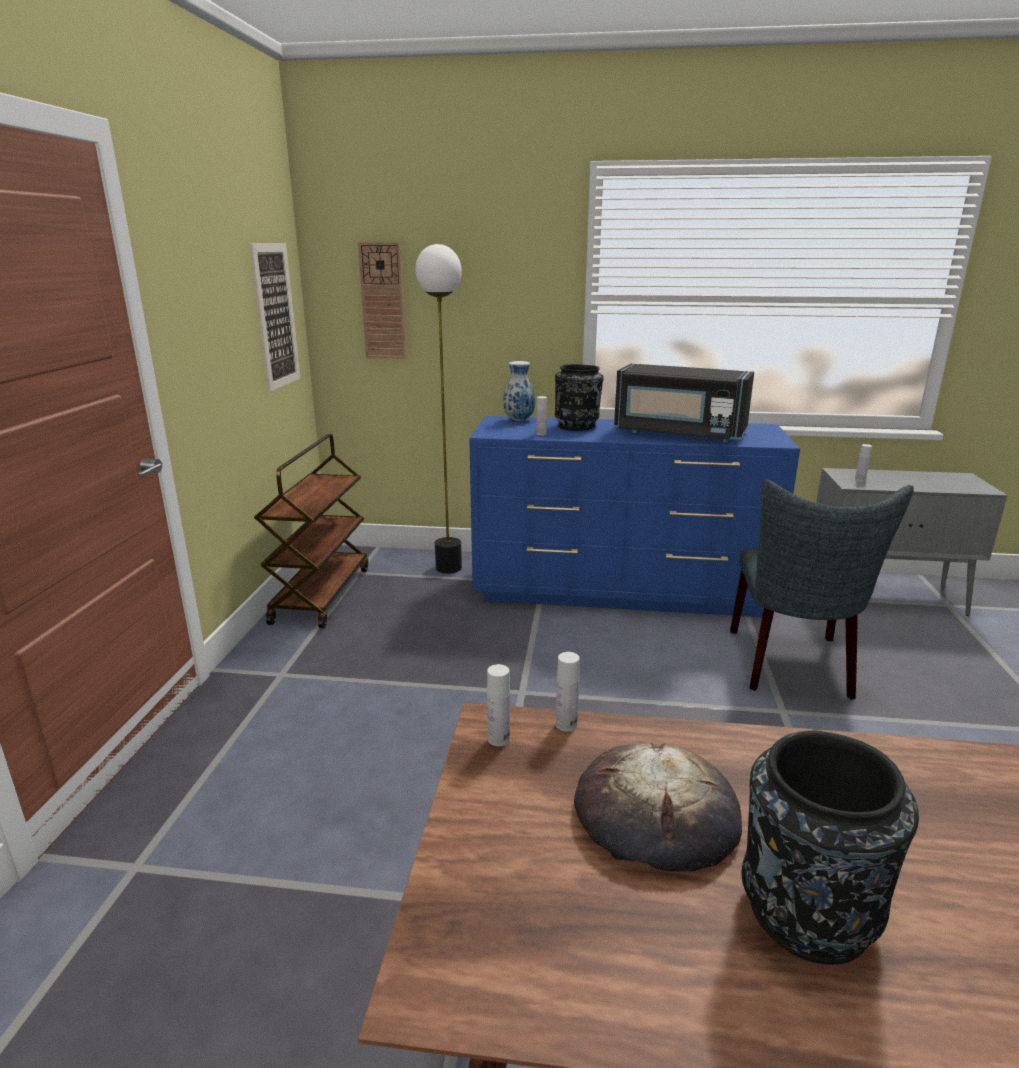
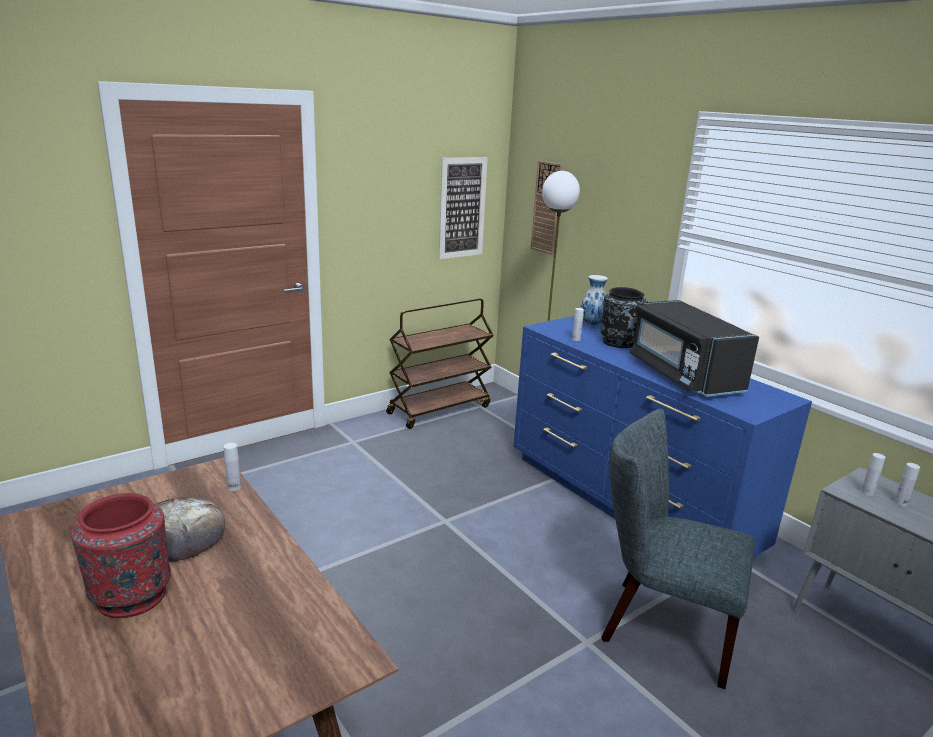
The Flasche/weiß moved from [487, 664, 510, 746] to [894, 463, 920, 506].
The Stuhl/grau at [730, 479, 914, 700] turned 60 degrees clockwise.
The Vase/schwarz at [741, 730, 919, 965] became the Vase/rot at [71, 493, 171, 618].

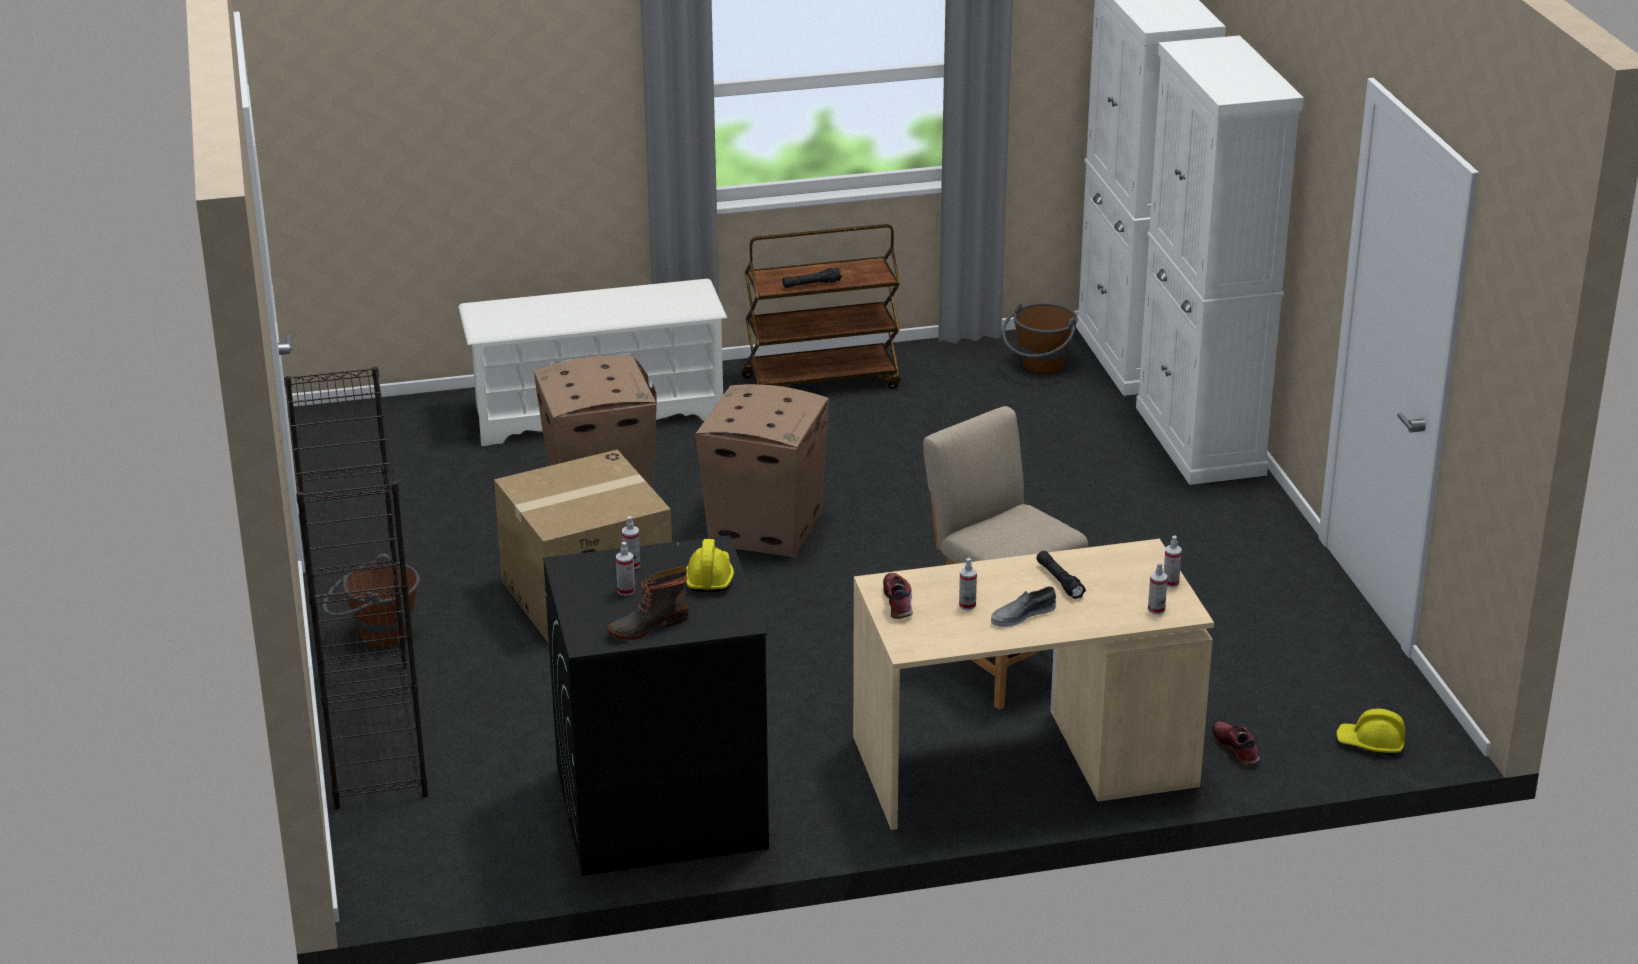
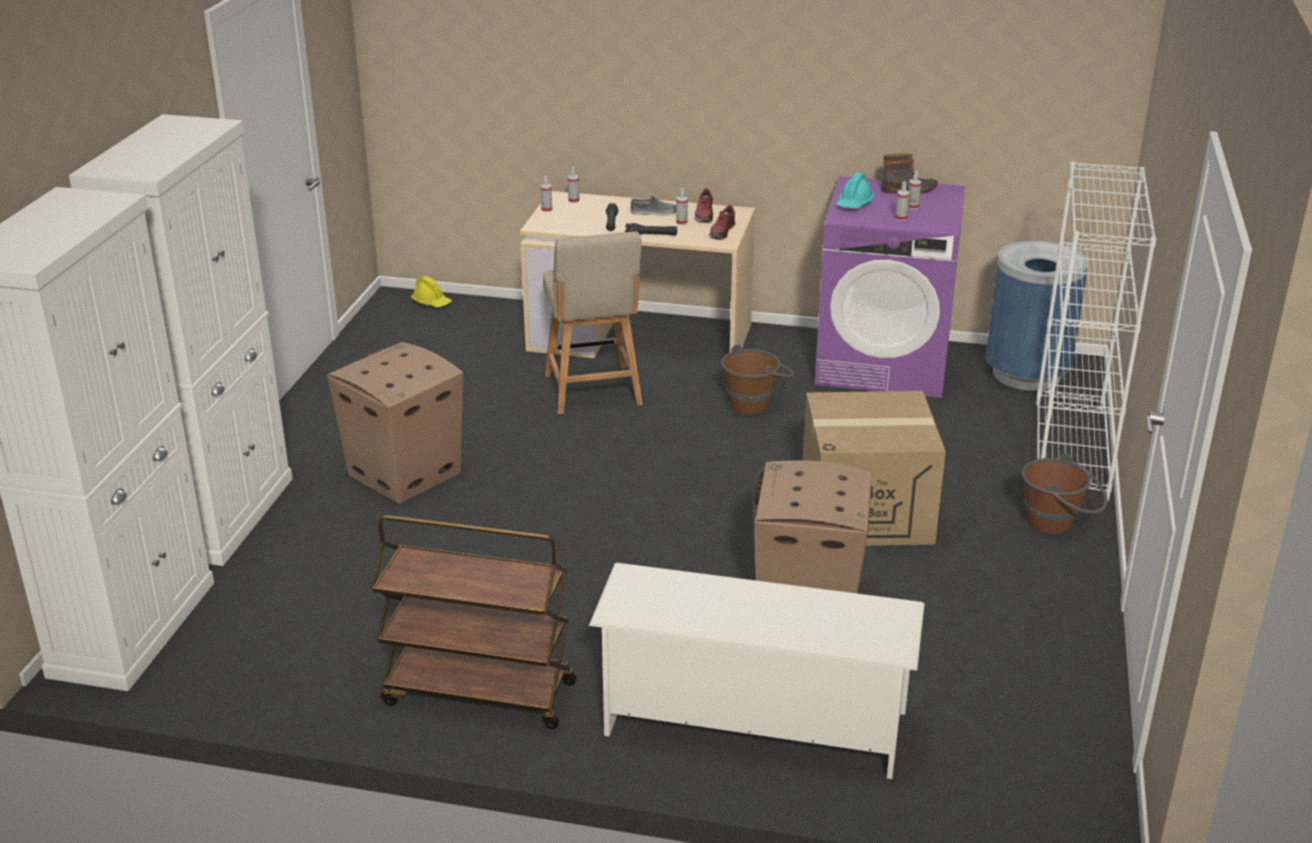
The Bücherregal/schwarz at [284, 367, 428, 809] became the Bücherregal/weiß at [1036, 162, 1156, 501].
The Waschmaschine/schwarz at [543, 535, 769, 876] became the Waschmaschine/lila at [815, 176, 965, 398].
The Schutzhelm/gelb at [686, 539, 734, 592] became the Schutzhelm/türkis at [836, 173, 874, 209].
The Karton moved from [695, 384, 829, 558] to [327, 342, 463, 504].
The Taschenlampe/schwarz moved from [783, 268, 842, 288] to [625, 223, 677, 236].
The Eimer/braun moved from [1002, 303, 1078, 374] to [721, 344, 794, 415].
The Schuh moved from [1212, 721, 1261, 766] to [694, 188, 713, 223].
The Mülleimer/blau at [986, 241, 1089, 391] appeared.

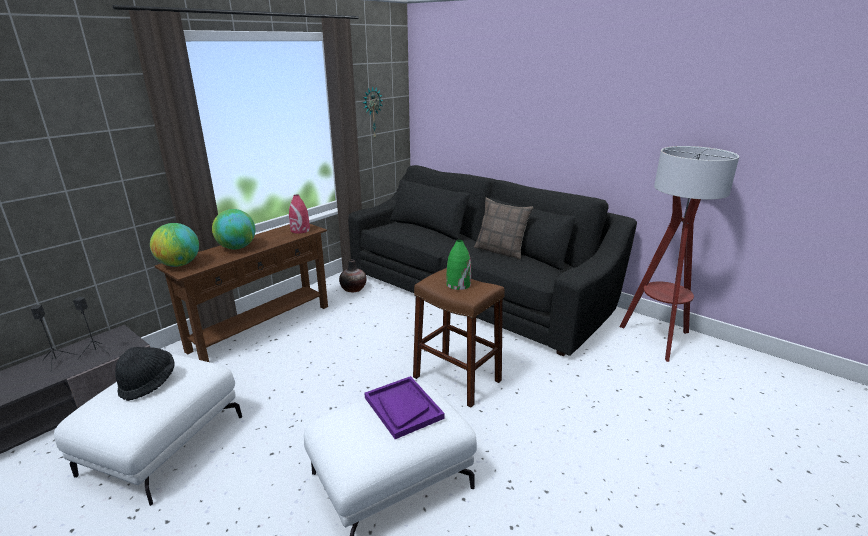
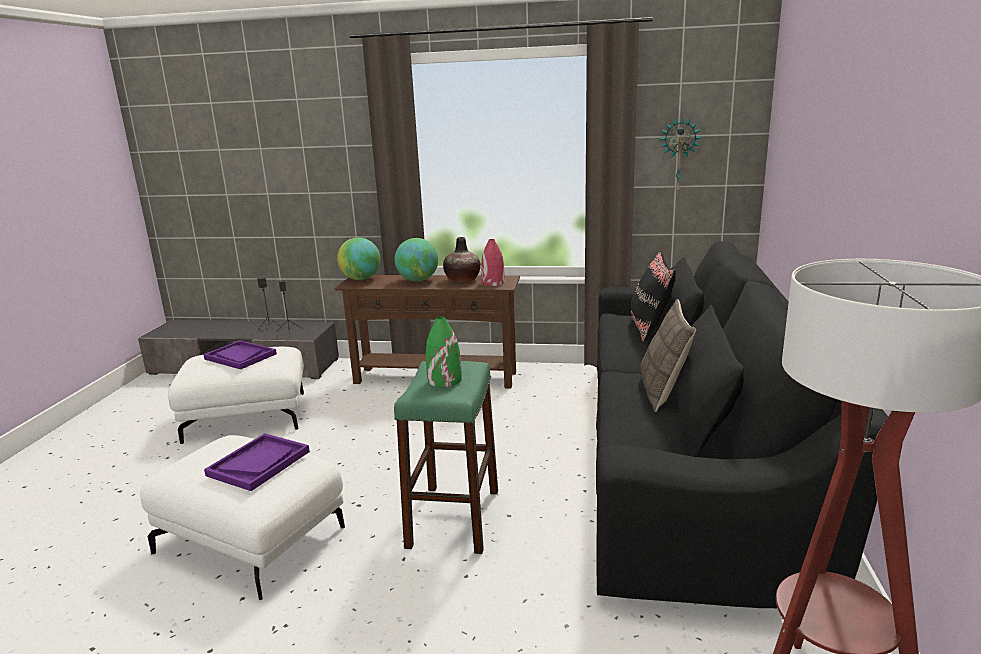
The Hut/schwarz at [115, 347, 175, 401] was replaced by the Tablett/lila at [203, 340, 277, 369].
The Vase moved from [339, 259, 366, 292] to [443, 237, 481, 283].
The Hocker/braun at [413, 268, 505, 407] became the Hocker/grün at [394, 361, 498, 554].
The Kissen/schwarz at [631, 251, 676, 342] appeared.

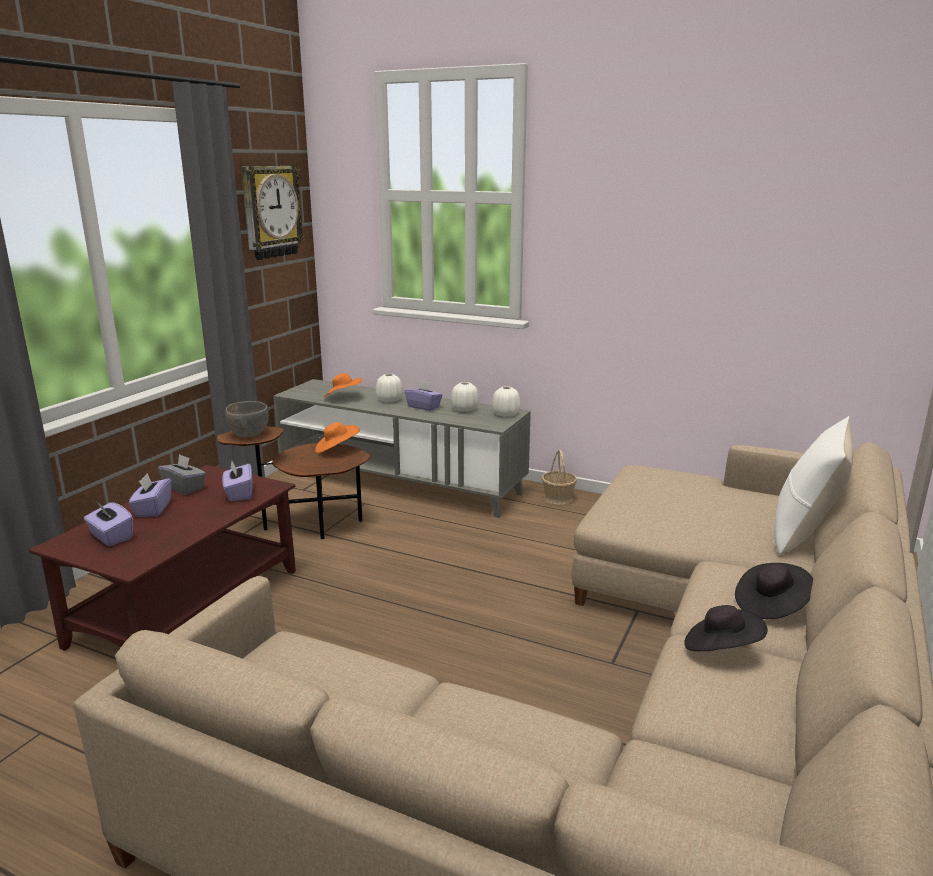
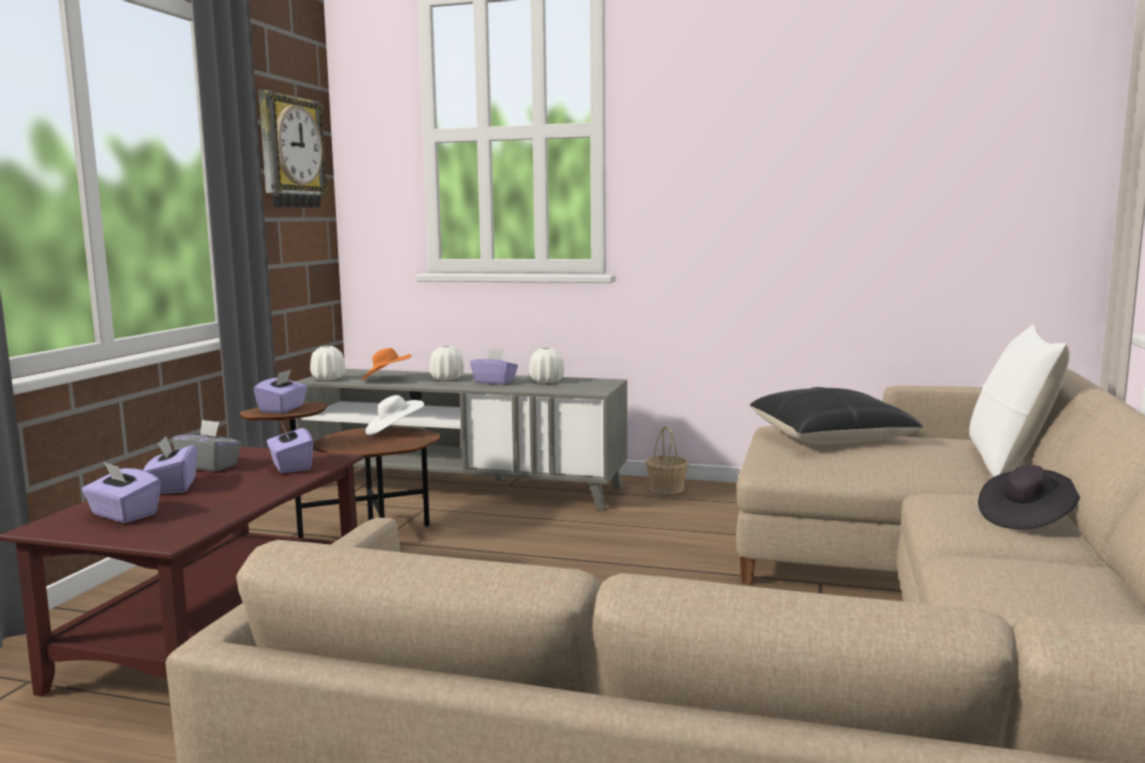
The Schüssel/grau at [225, 401, 269, 438] was replaced by the Taschentuchbox/lila at [254, 370, 308, 413].
The Hut/orange at [315, 422, 360, 453] became the Hut/weiß at [366, 395, 424, 435].
The Vase/weiß moved from [492, 386, 520, 417] to [310, 346, 346, 380].
The Hut/schwarz at [684, 605, 768, 651] disappeared.
The Kissen/schwarz at [750, 387, 924, 445] appeared.

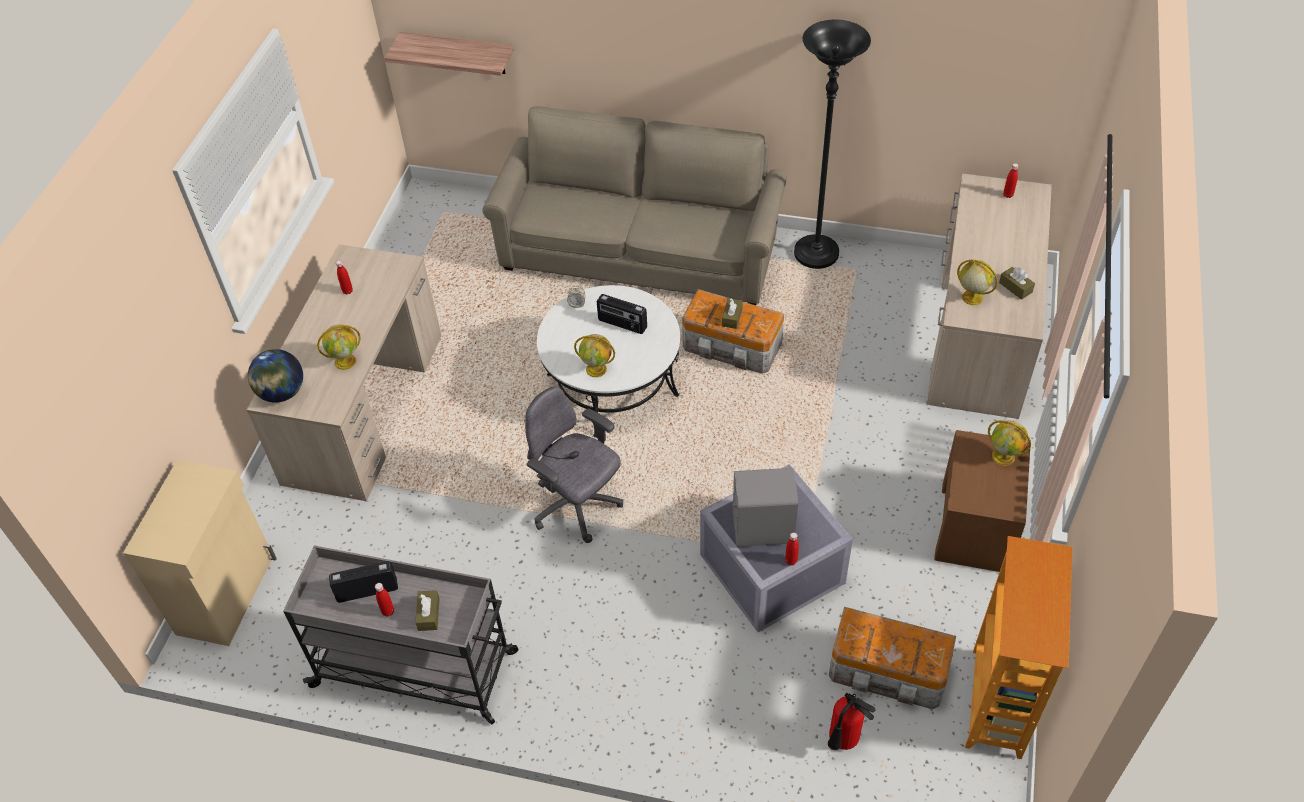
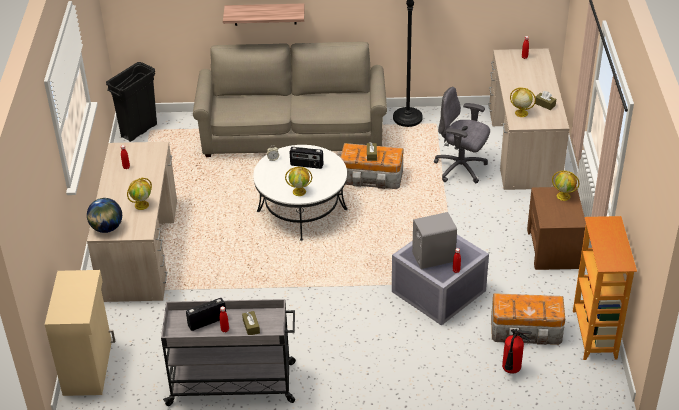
The Wandregal moved from [384, 32, 514, 76] to [223, 3, 305, 26].
The Bürostuhl/grau moved from [525, 386, 623, 543] to [434, 87, 490, 183].
The Mülleimer/schwarz at [106, 62, 157, 142] appeared.

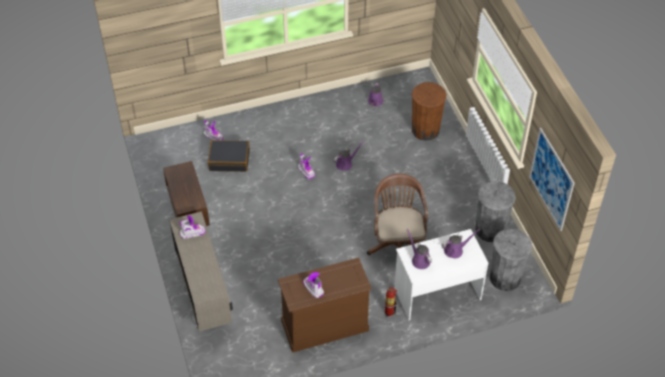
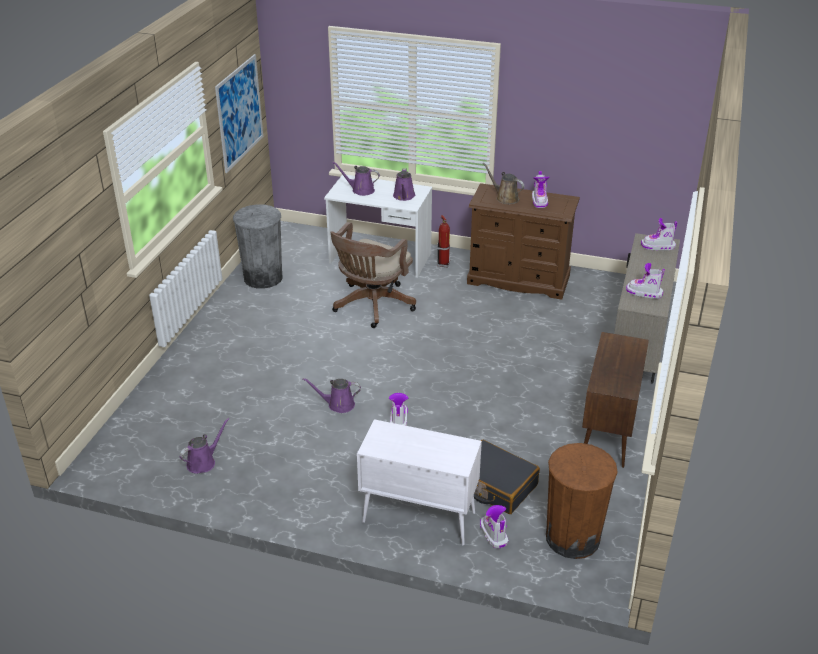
The Mülleimer/braun moved from [412, 82, 447, 141] to [546, 443, 618, 559].
The Mülleimer/grau at [490, 229, 532, 291] disappeared.
The Schrank/weiß at [357, 419, 482, 546] appeared.
The Gießkanne/braun at [483, 162, 524, 204] appeared.
The Stiefel at [641, 218, 677, 250] appeared.

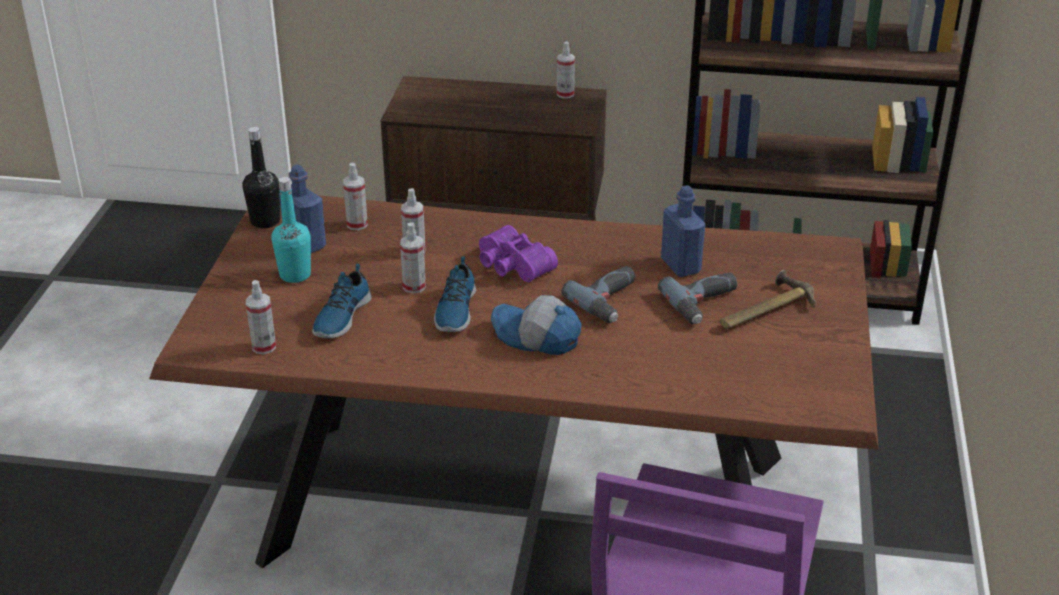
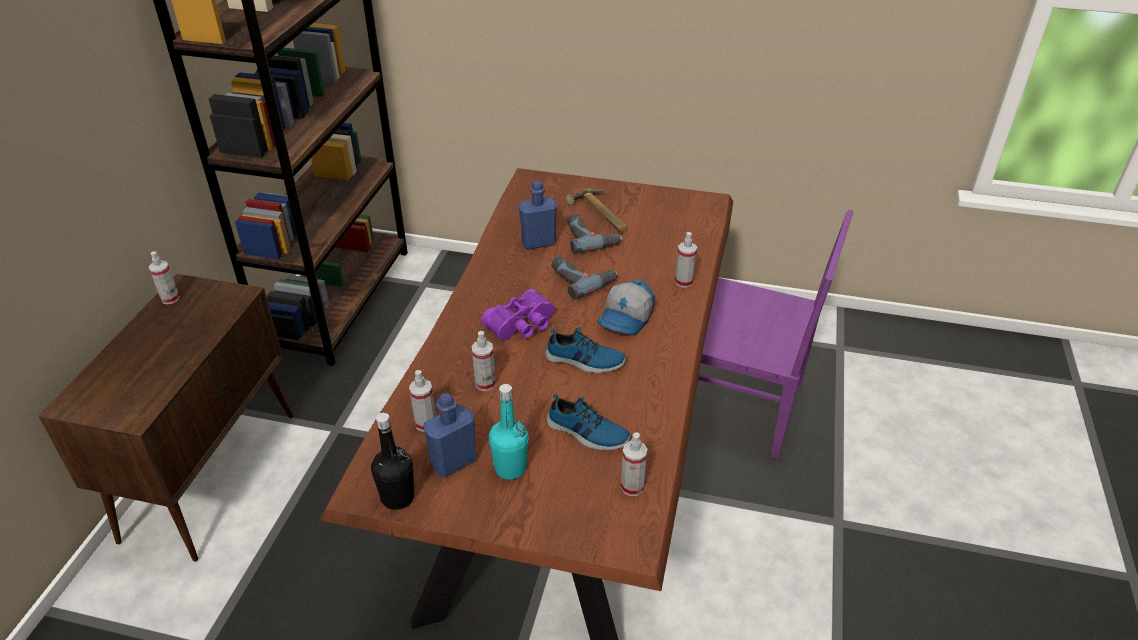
The Sprühflasche moved from [400, 222, 426, 293] to [675, 232, 697, 288].

